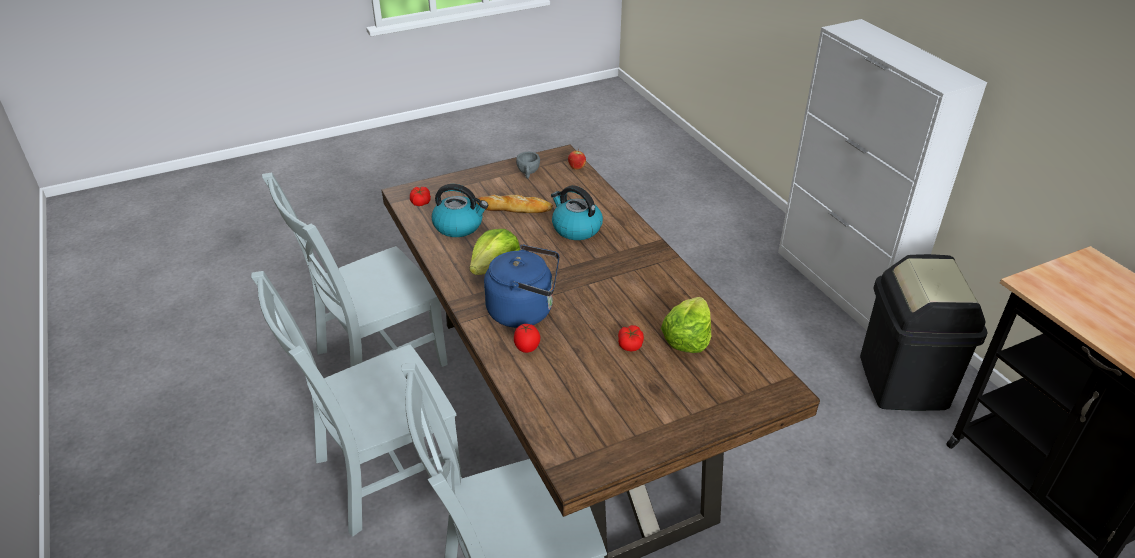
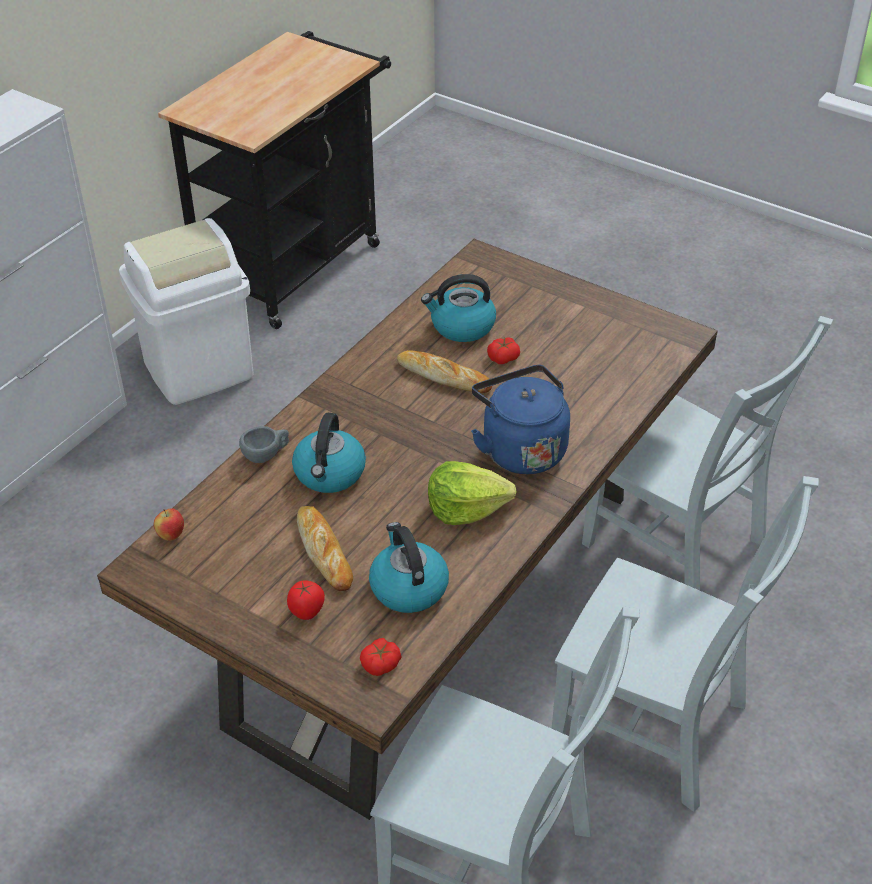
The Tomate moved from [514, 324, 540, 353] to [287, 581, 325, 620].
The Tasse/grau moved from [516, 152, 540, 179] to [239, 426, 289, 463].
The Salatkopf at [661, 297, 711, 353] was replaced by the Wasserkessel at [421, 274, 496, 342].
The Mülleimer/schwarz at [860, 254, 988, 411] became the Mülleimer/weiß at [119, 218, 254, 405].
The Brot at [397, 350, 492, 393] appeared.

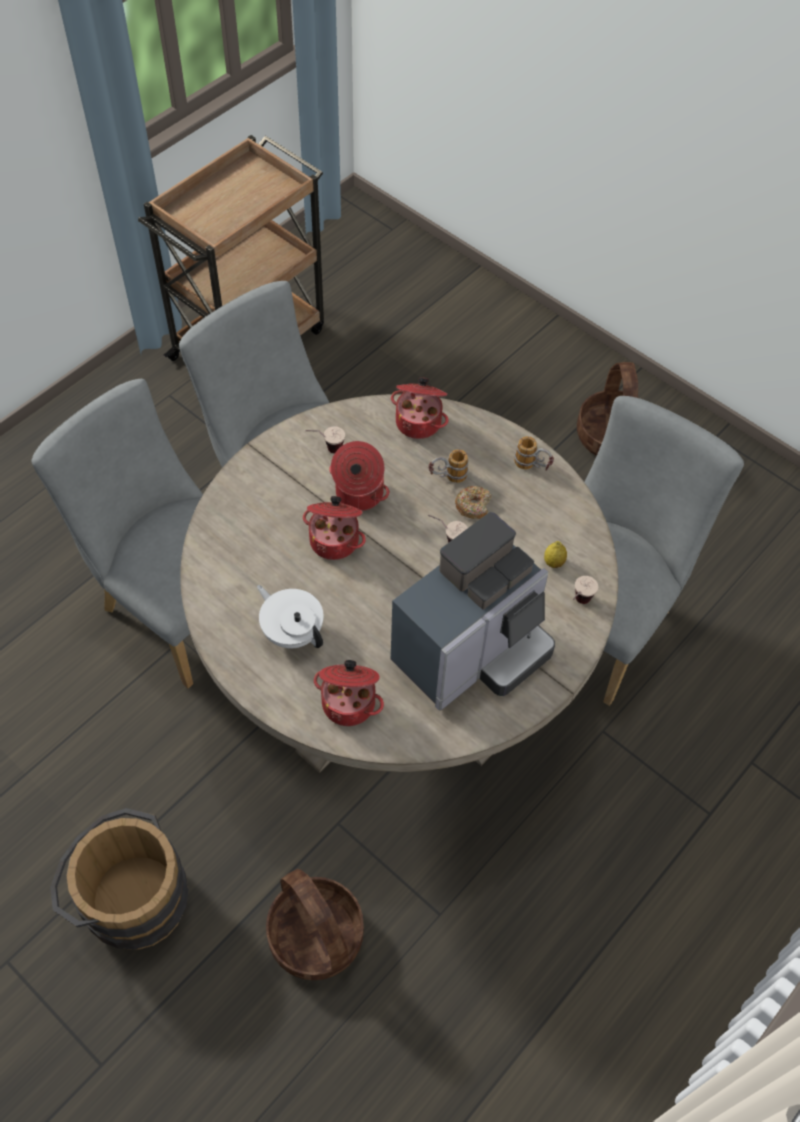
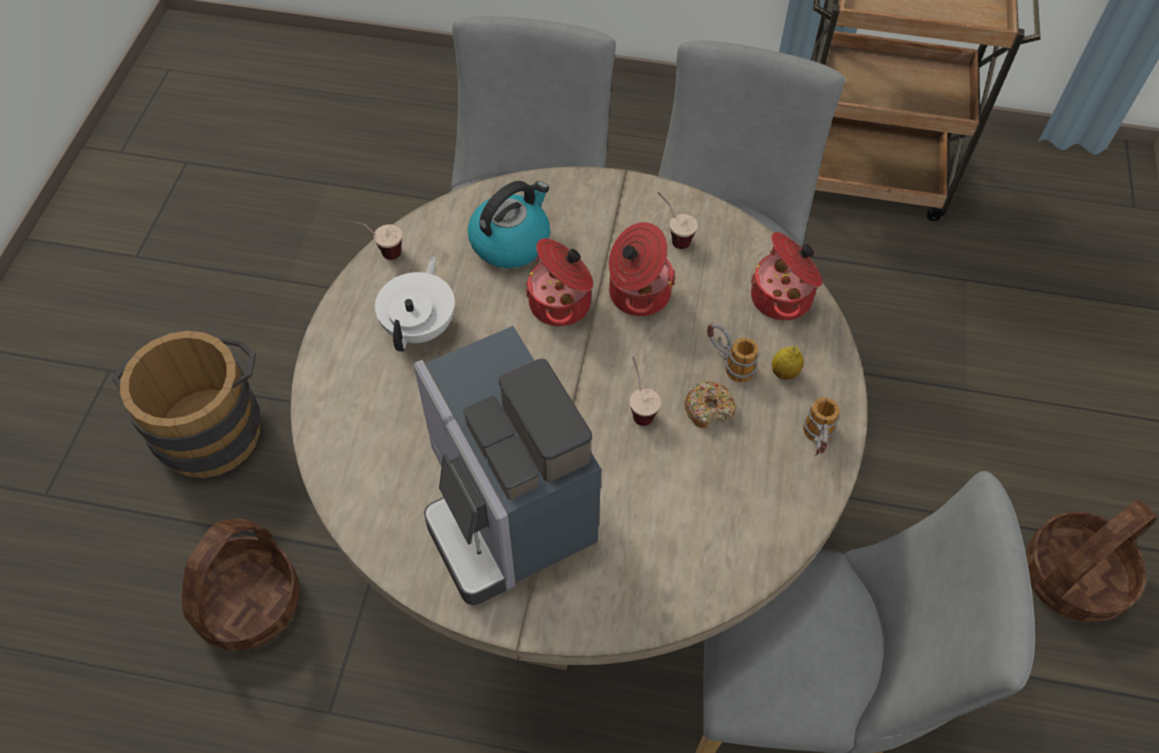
The Kochtopf at [314, 660, 384, 726] disappeared.
The Kaffeemaschine at [391, 512, 555, 710] turned 45 degrees clockwise.
The Zitrone moved from [544, 541, 567, 568] to [772, 346, 804, 380].
The Tasse moved from [573, 576, 598, 604] to [347, 220, 402, 260].
The Wasserkessel at [468, 181, 550, 268] appeared.

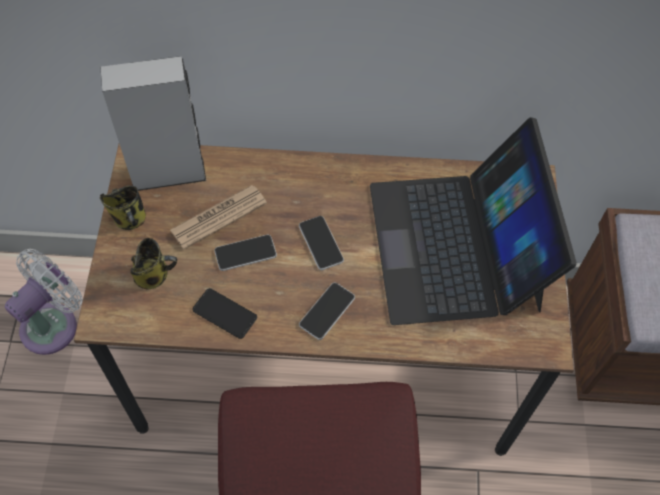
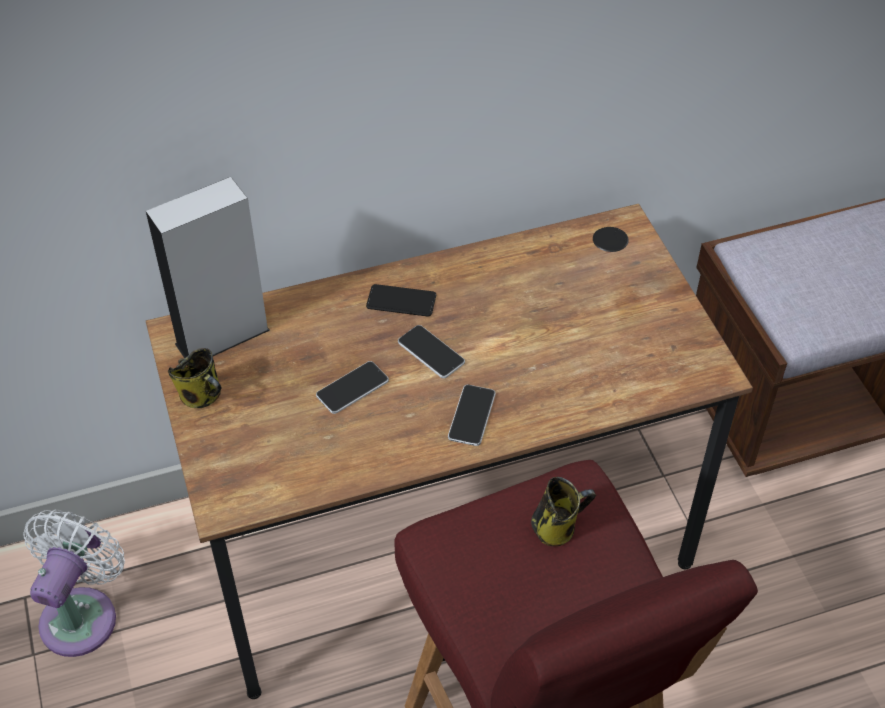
The Henkelbecher moved from [130, 238, 177, 289] to [531, 477, 596, 546].
The Zeitung at [170, 185, 267, 250] disappeared.
The Handy moved from [192, 288, 257, 339] to [366, 284, 436, 317].
The Laptop at [370, 117, 576, 325] disappeared.

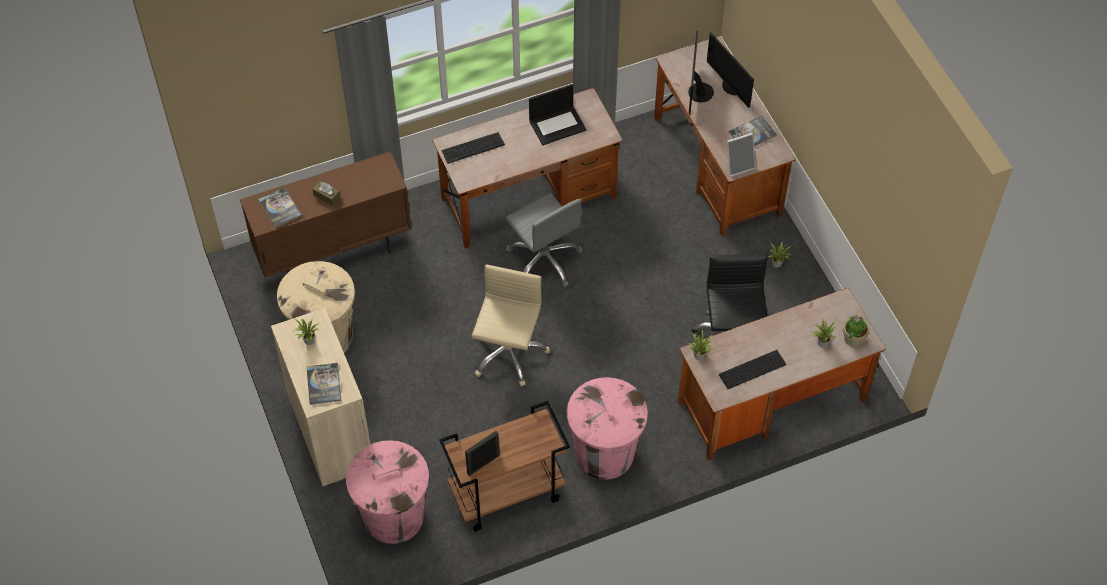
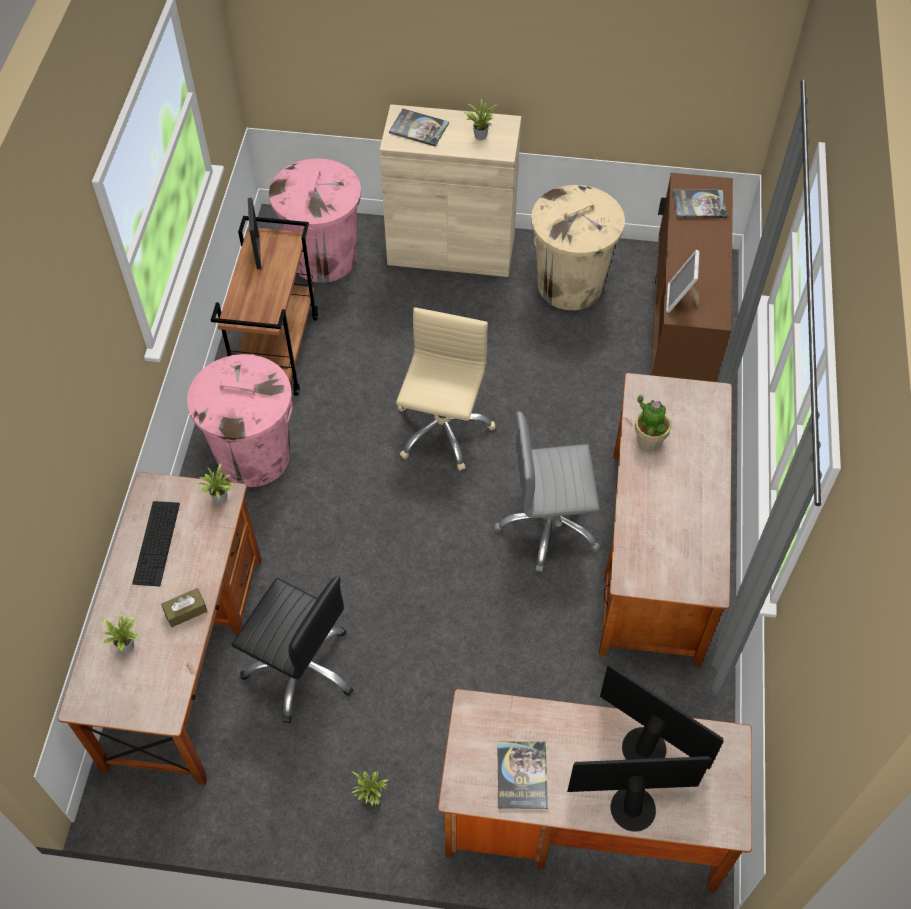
The Taschentuchbox/braun moved from [312, 181, 340, 206] to [161, 588, 207, 627].
The Tastatur at [441, 132, 505, 164] disappeared.
The Bürostuhl/beige at [472, 264, 550, 386] turned 120 degrees counterclockwise.
The Laptop at [529, 84, 586, 145] disappeared.
The Bilderrahmen moved from [726, 133, 756, 177] to [666, 250, 700, 313].
The Topfpflanze moved from [843, 315, 869, 347] to [635, 395, 671, 450].

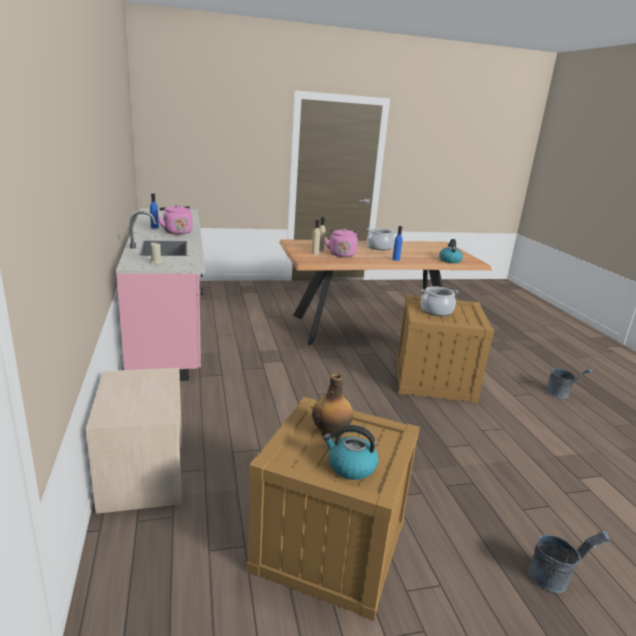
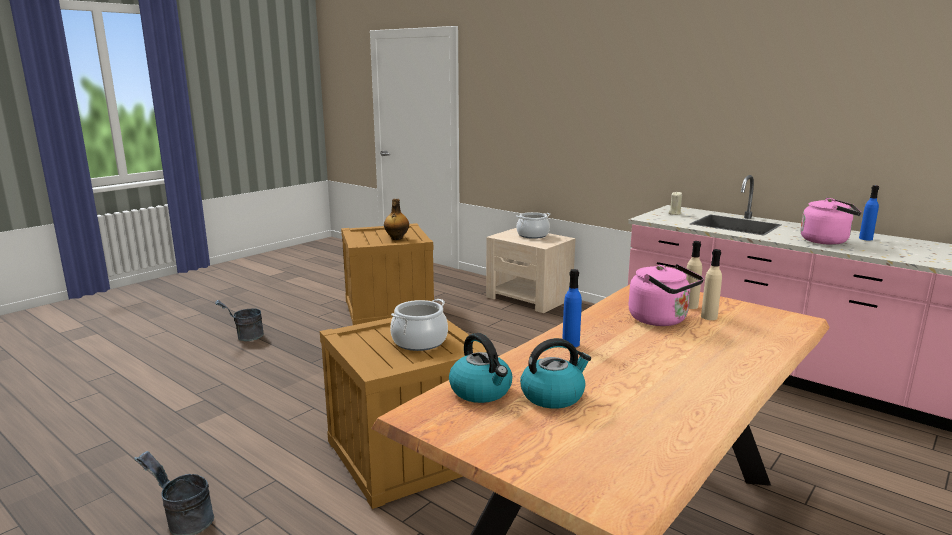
The Wasserkessel moved from [323, 425, 378, 480] to [520, 338, 591, 409].
The Kochtopf moved from [367, 228, 397, 250] to [516, 212, 550, 239].

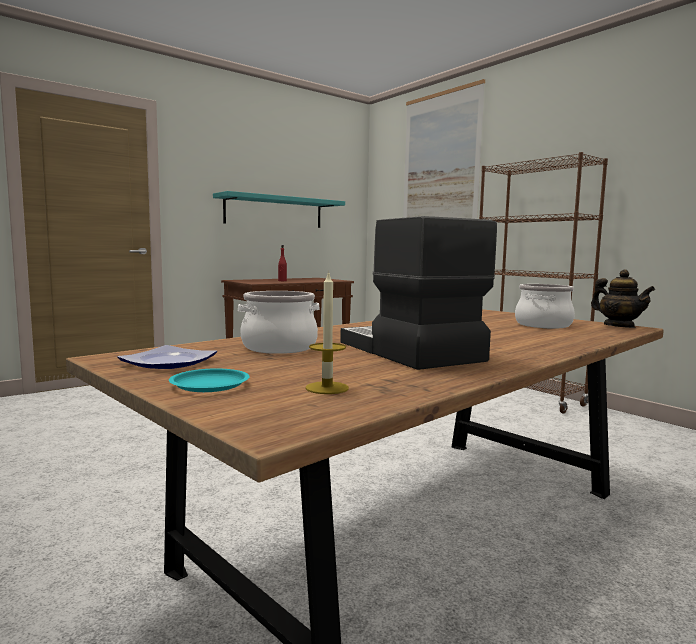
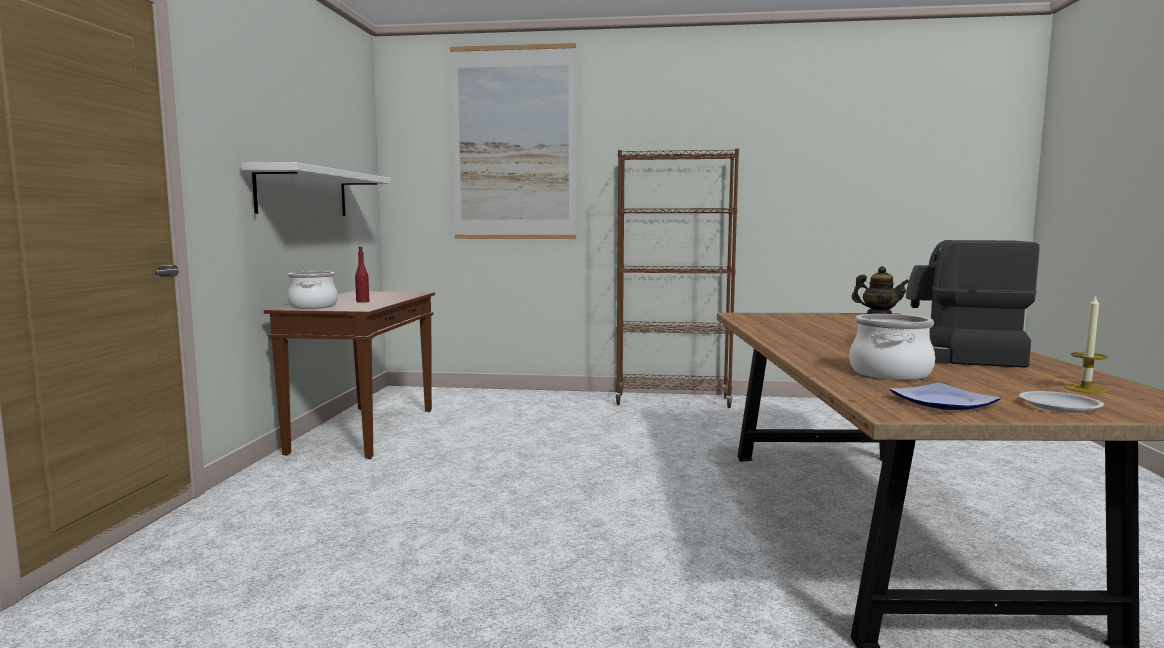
The Teller/türkis at [169, 368, 250, 392] became the Teller/weiß at [1019, 391, 1104, 412].
The Wandregal/türkis at [213, 191, 345, 228] became the Wandregal/weiß at [241, 162, 391, 216].
The Kochtopf moved from [515, 284, 575, 329] to [287, 271, 338, 309].

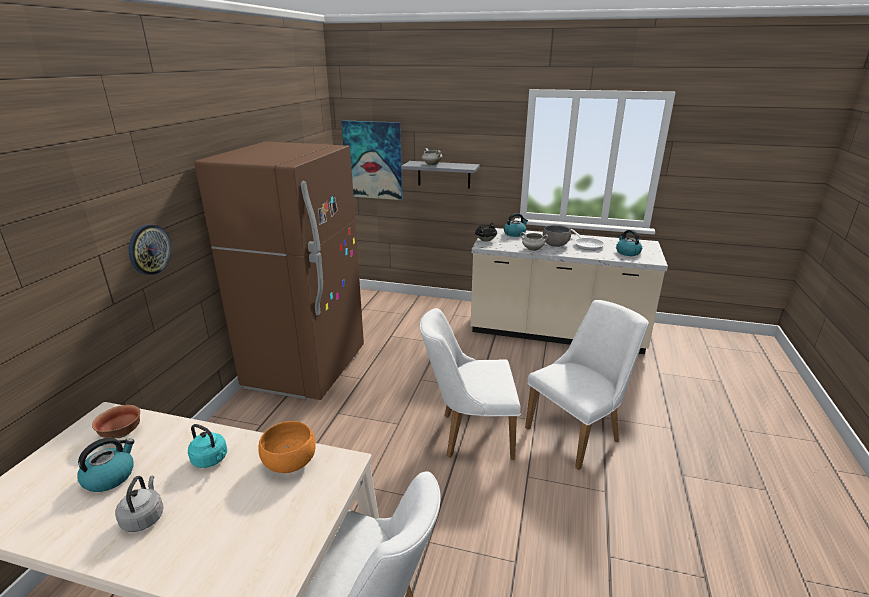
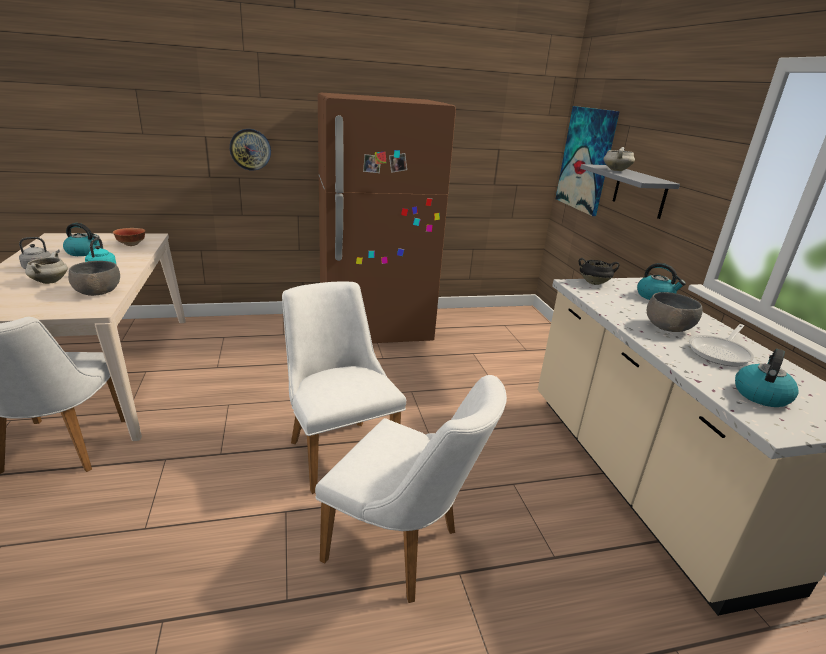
The Schüssel/orange at [258, 421, 316, 473] became the Schüssel/grau at [68, 261, 120, 296].
The Kochtopf/weiß moved from [520, 232, 548, 251] to [25, 252, 68, 284].

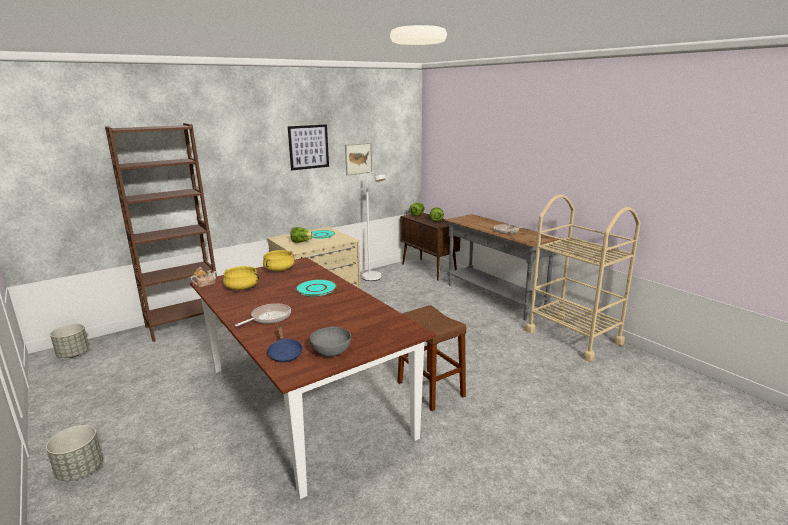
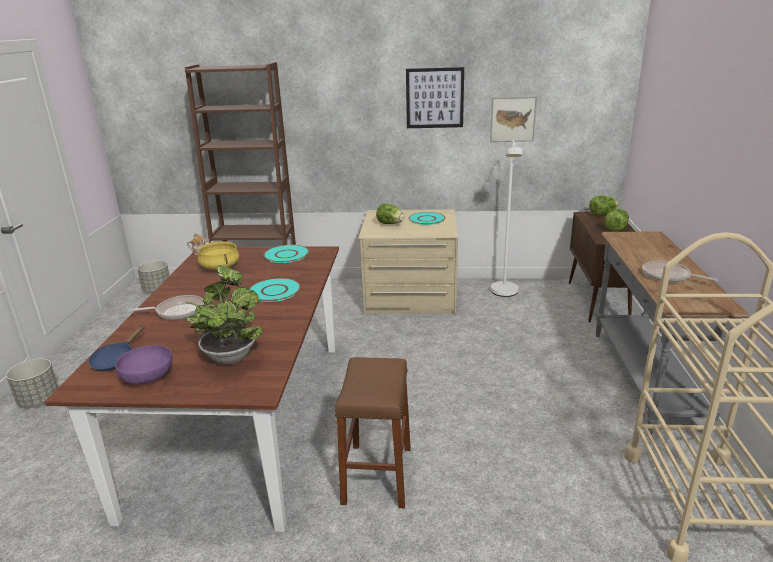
The Kochtopf/gelb at [263, 250, 295, 271] was replaced by the Teller/türkis at [263, 245, 309, 263].
The Schüssel/grau at [309, 327, 351, 357] became the Schüssel/lila at [115, 345, 173, 385].
The Topfpflanze at [185, 265, 262, 365] appeared.

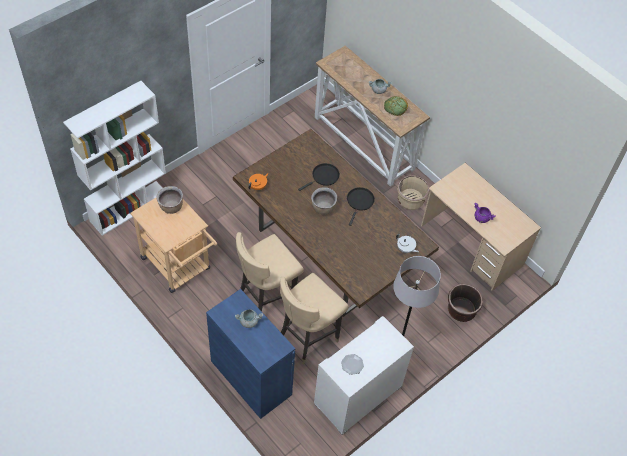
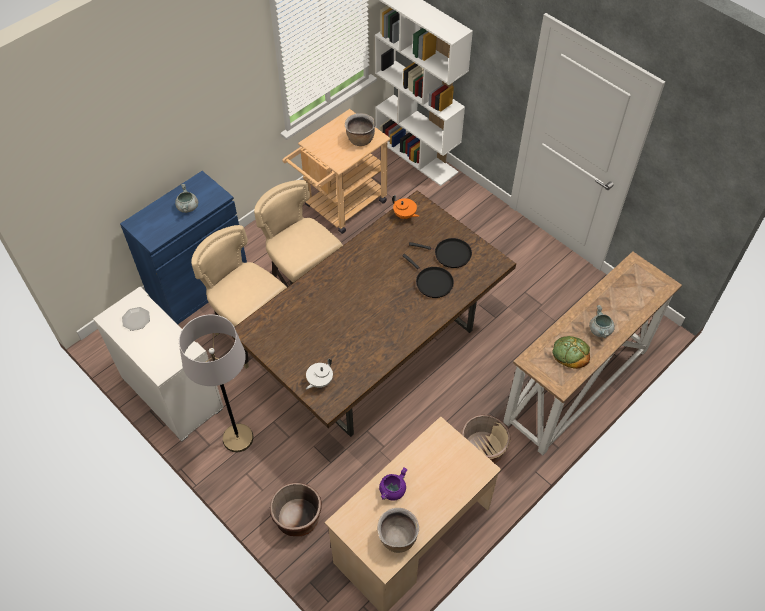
The Kochtopf/braun moved from [311, 187, 337, 215] to [377, 508, 419, 553].
The Pfanne/schwarz moved from [347, 187, 375, 226] to [409, 238, 472, 268].

